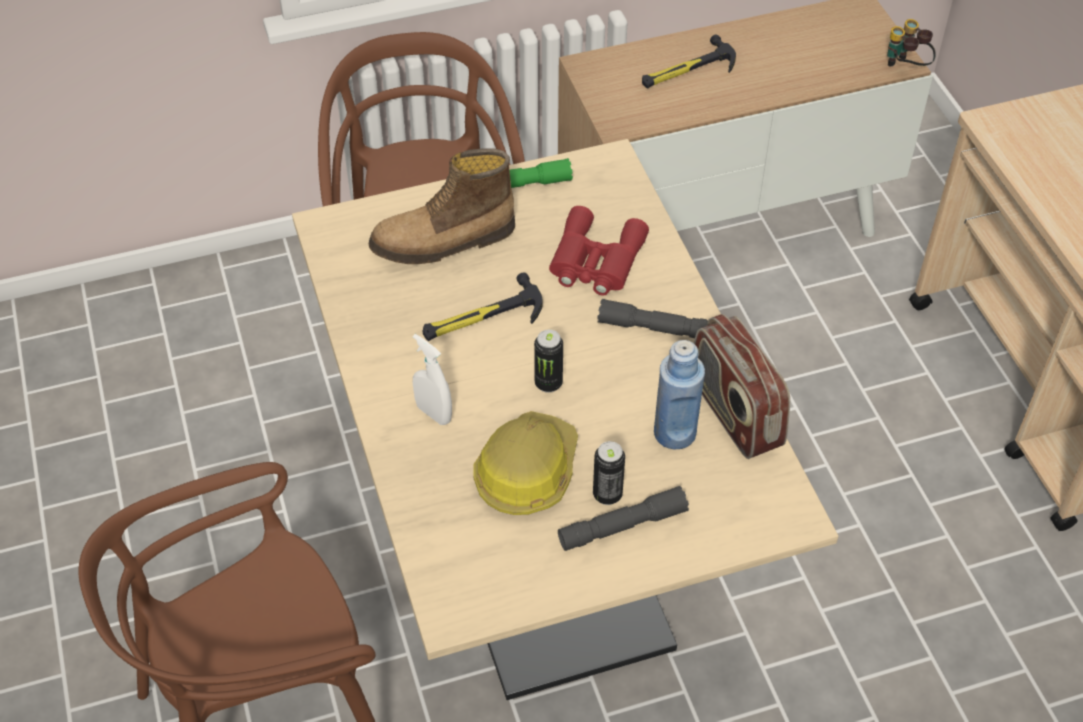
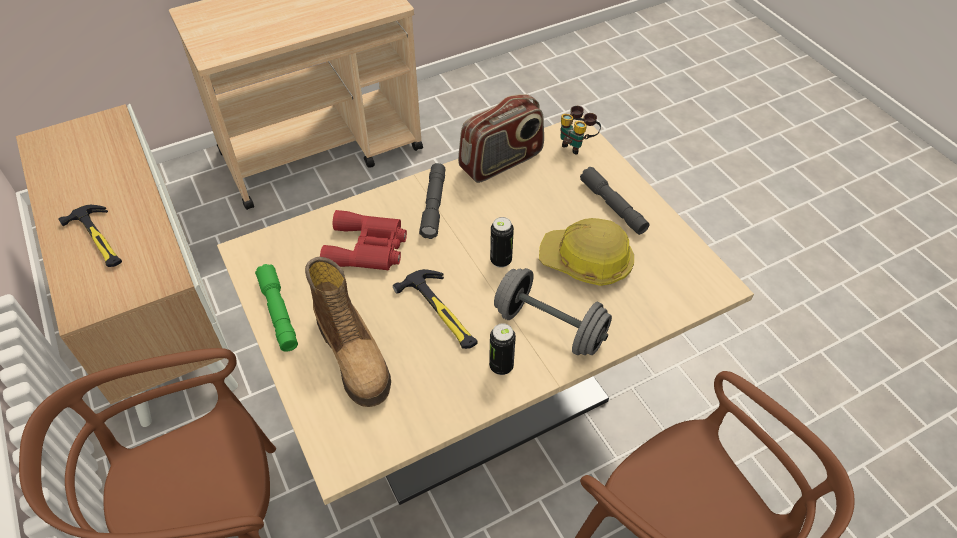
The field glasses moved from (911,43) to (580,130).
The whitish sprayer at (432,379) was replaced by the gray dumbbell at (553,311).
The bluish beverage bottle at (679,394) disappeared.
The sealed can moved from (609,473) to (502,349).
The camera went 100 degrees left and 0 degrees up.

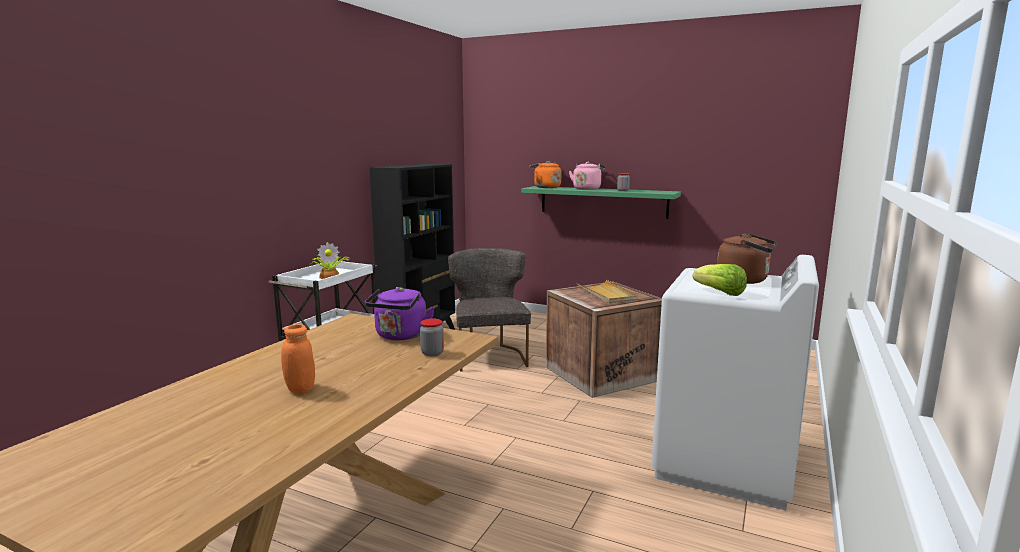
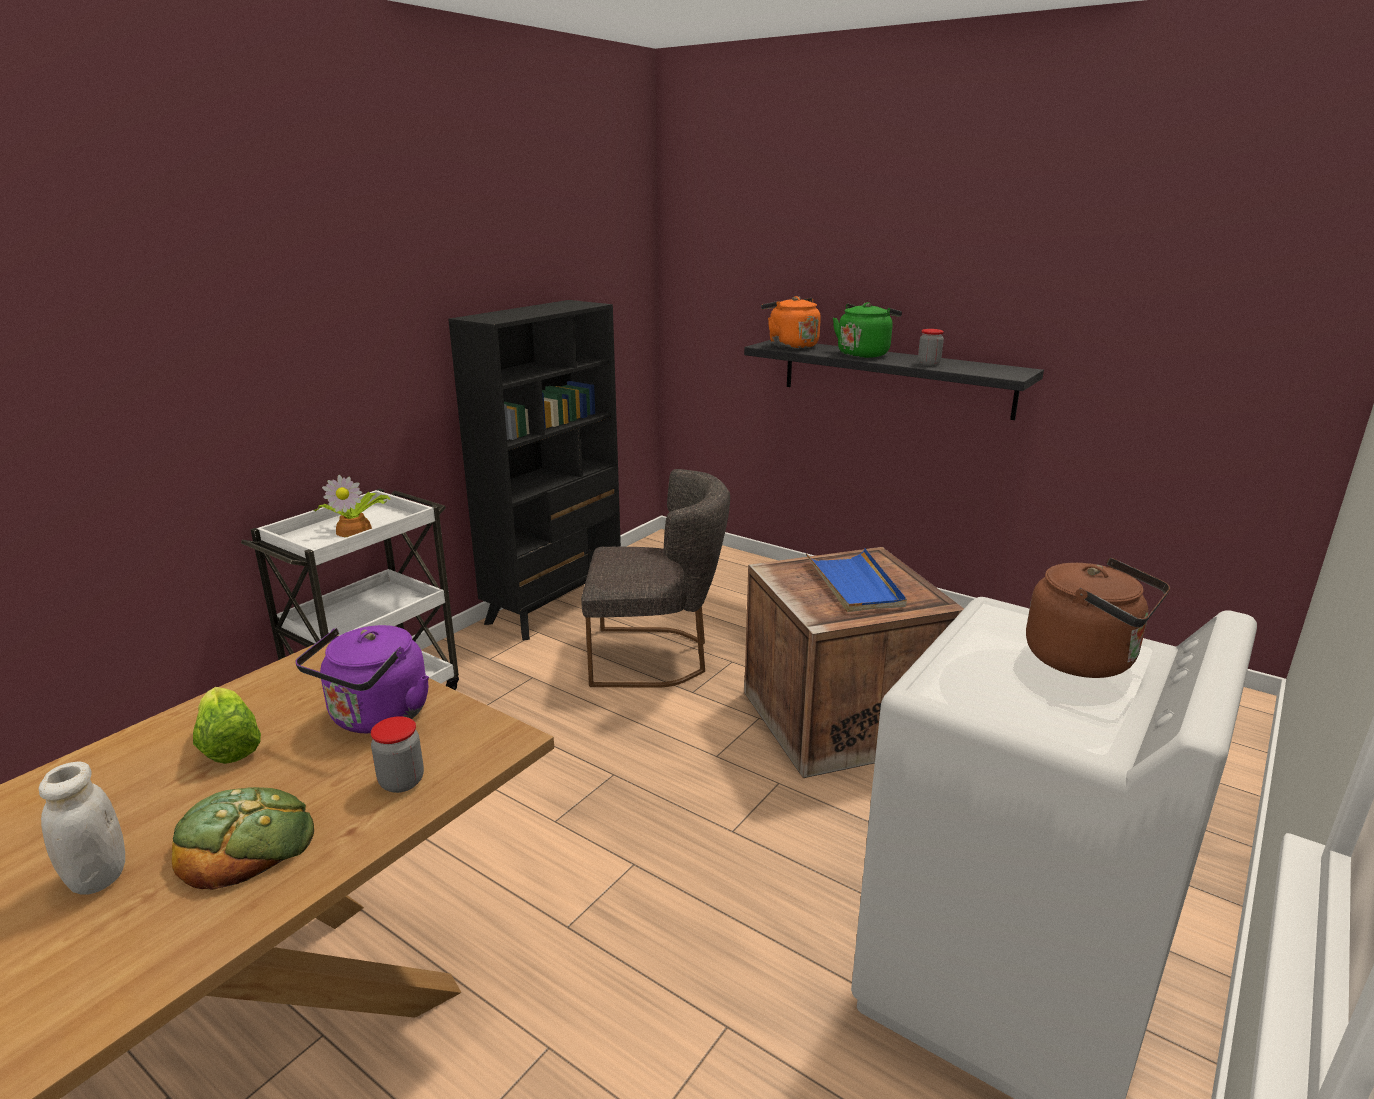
The pink-coloured tea kettle at (587,176) became the green tea kettle at (867,330).
The green wall shelf at (601,202) became the black wall shelf at (894,380).
The gray upright chair at (489,310) turned 90 degrees clockwise.
The head of lettuce moved from (720,280) to (227,725).
The sand-coloured carrying tray at (607,291) became the bluish carrying tray at (856,580).
The orange-coloured storage jar at (298,359) became the whitish storage jar at (82,828).
The baked bread at (243,838) appeared.
The camera went 10 degrees right and 10 degrees up.

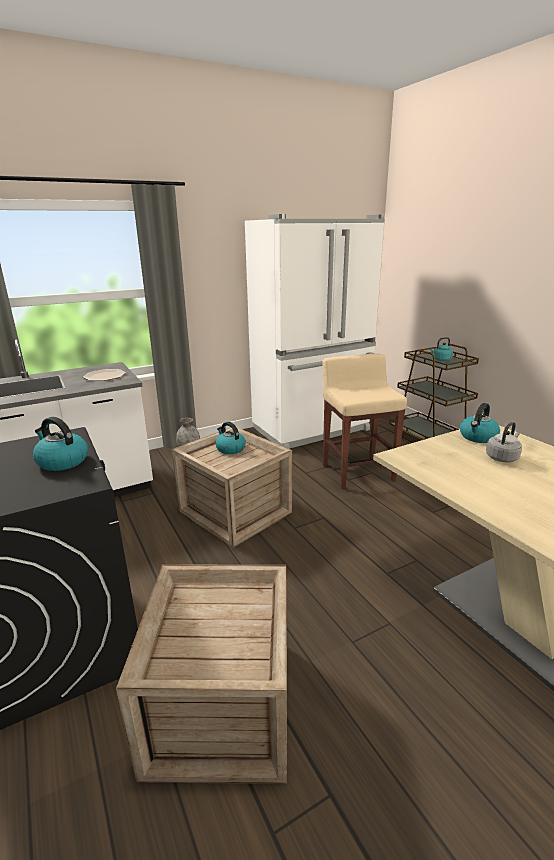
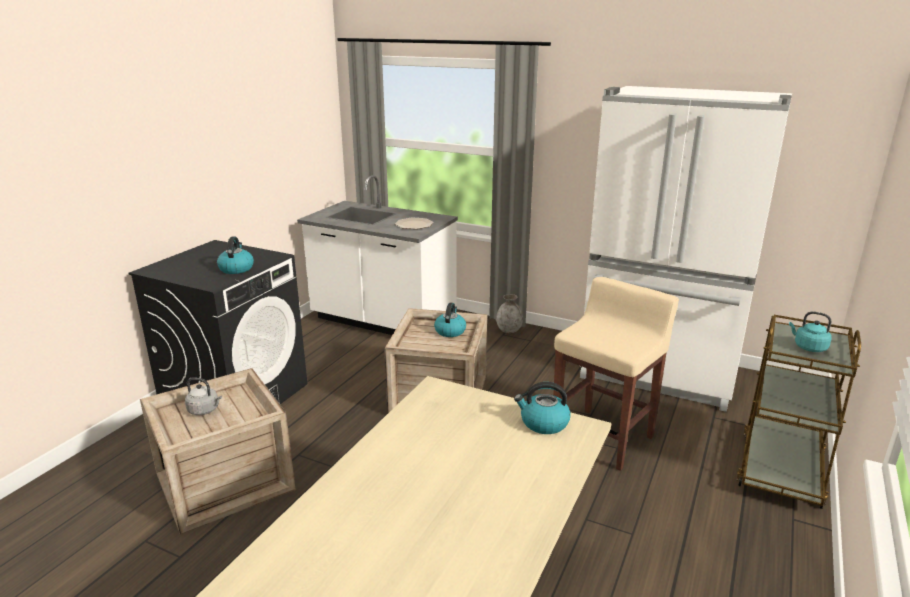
The gray tea kettle moved from (504,442) to (203,396).
The camera went 55 degrees right and 0 degrees up.

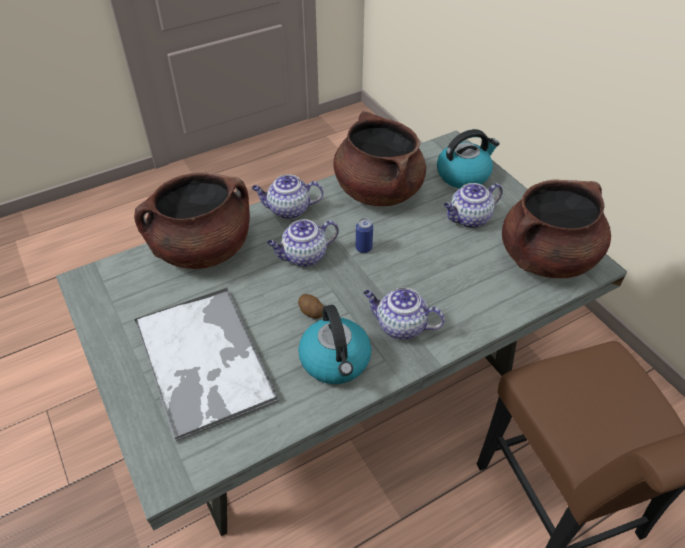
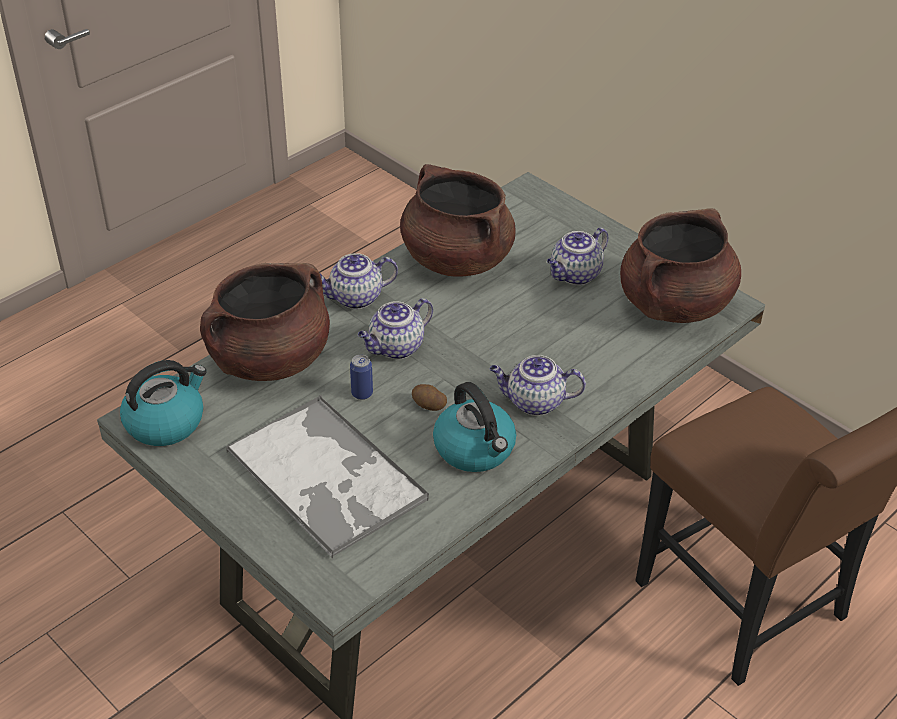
The tea kettle moved from (468,158) to (163,403).
The sealed can moved from (364,235) to (361,377).
The camera went 15 degrees left and 5 degrees down.

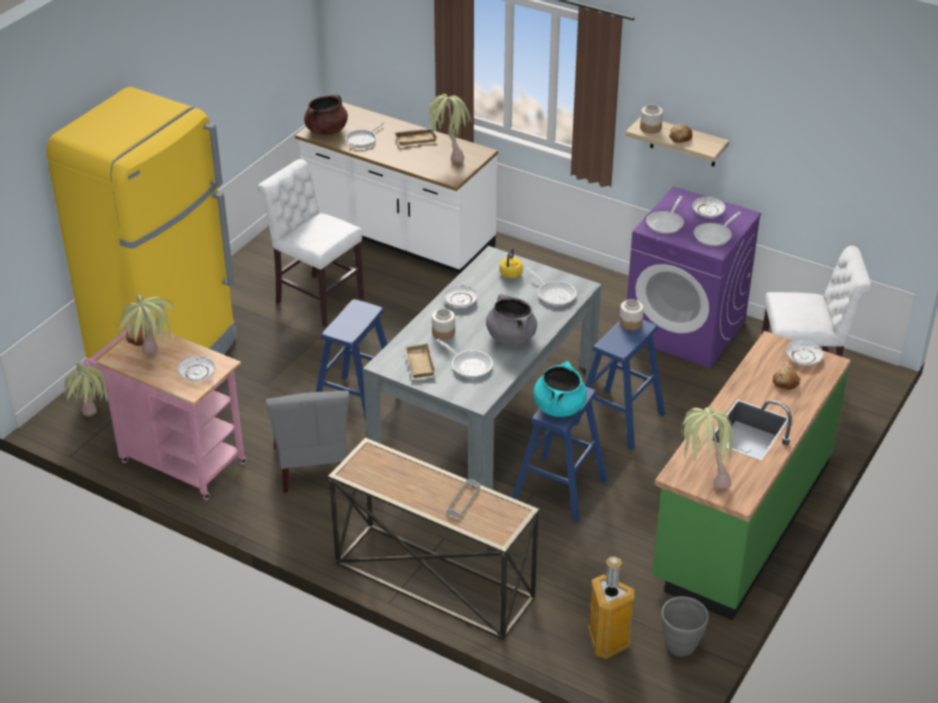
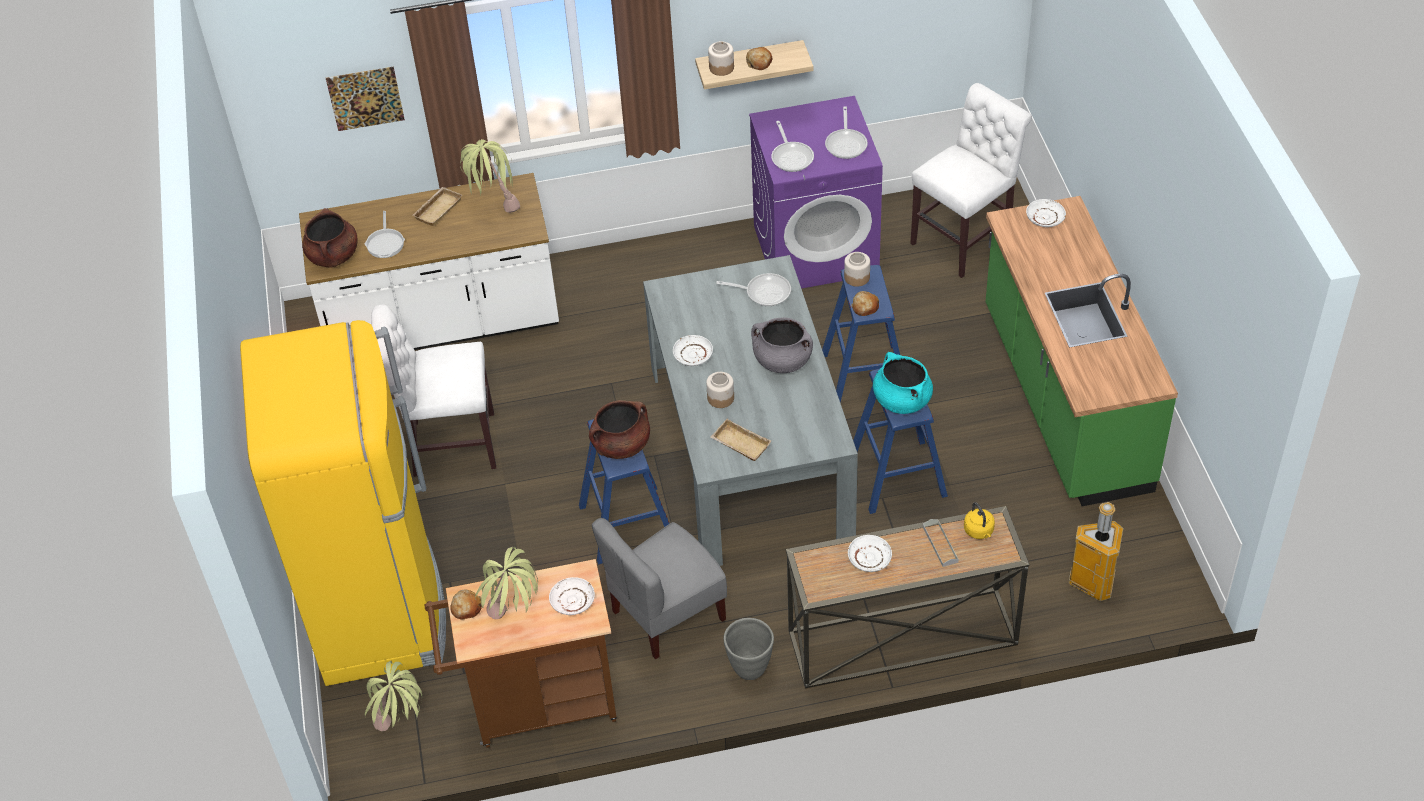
The whitish dinner plate moved from (708,207) to (870,553).
The yellow tea kettle moved from (511,263) to (979,520).
The pink-coloured trolley at (165,411) became the brown-coloured trolley at (520,653).
The frying pan at (464,358) disappeared.
The baked bread moved from (787,378) to (865,303).
The gray upright chair at (307,442) turned 105 degrees clockwise.
The houseplant at (708,448) disappeared.
The gray flower pot moved from (685,626) to (749,649).
The wall picture at (365,99) appeared.
The brown-coloured cooking pot at (619,429) appeared.
The camera went 40 degrees left and 10 degrees up.

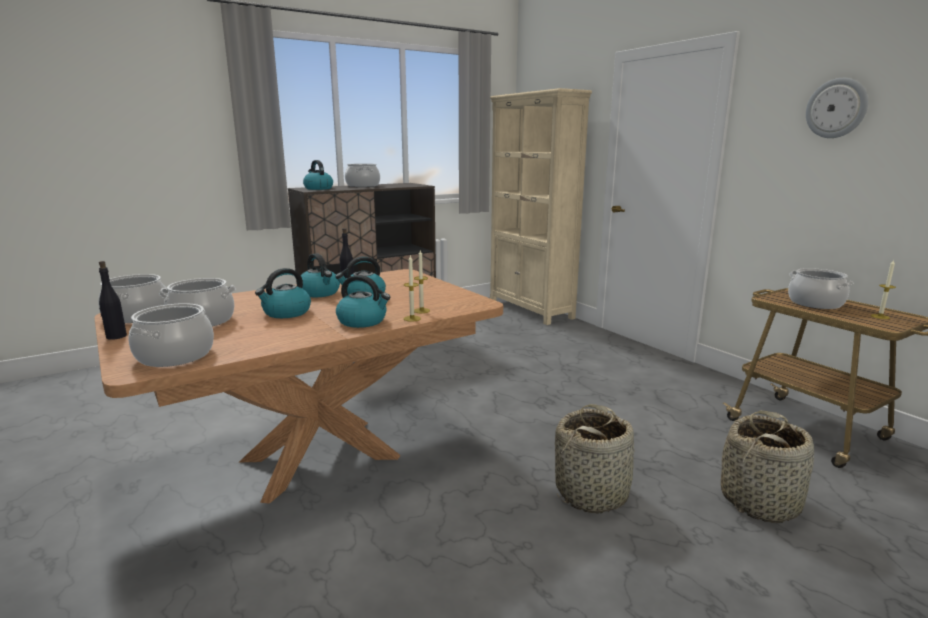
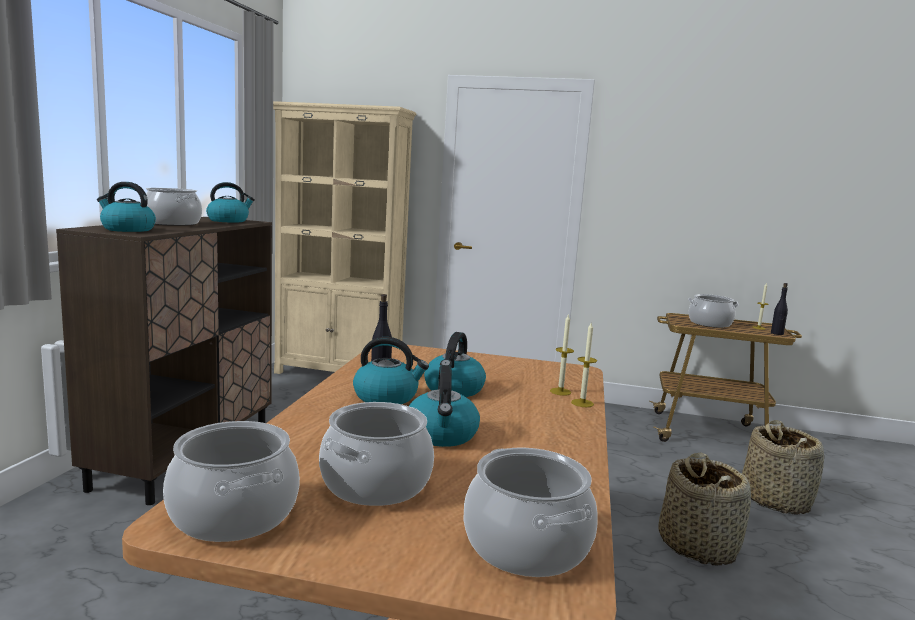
The hanging clock at (837,108) disappeared.
The black beverage bottle moved from (113,300) to (779,309).
The tea kettle moved from (363,301) to (230,202).
The camera went 45 degrees left and 5 degrees down.

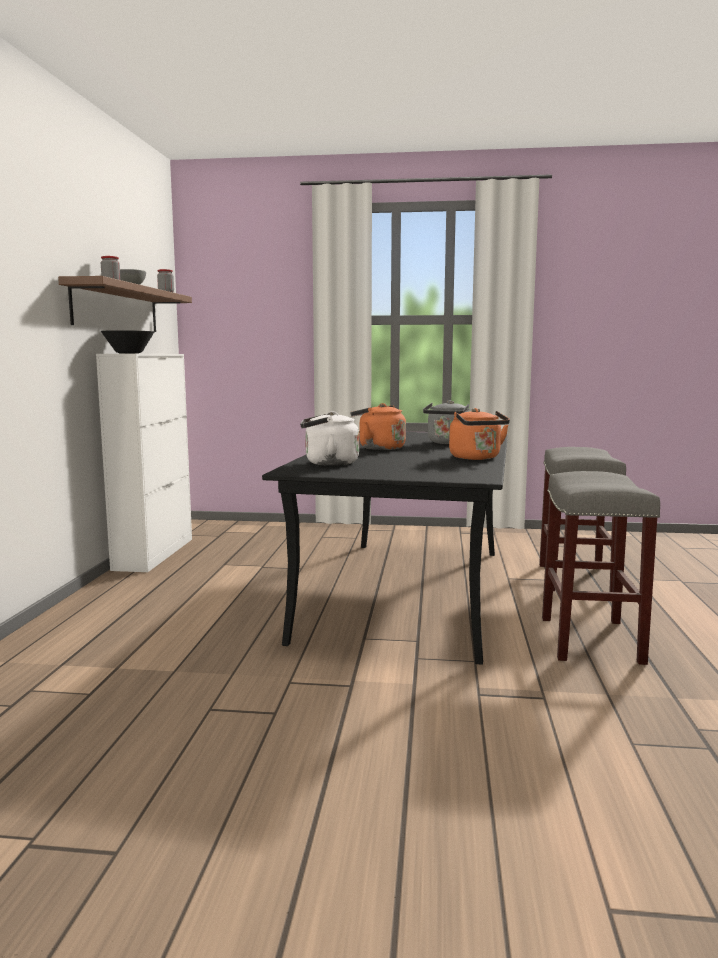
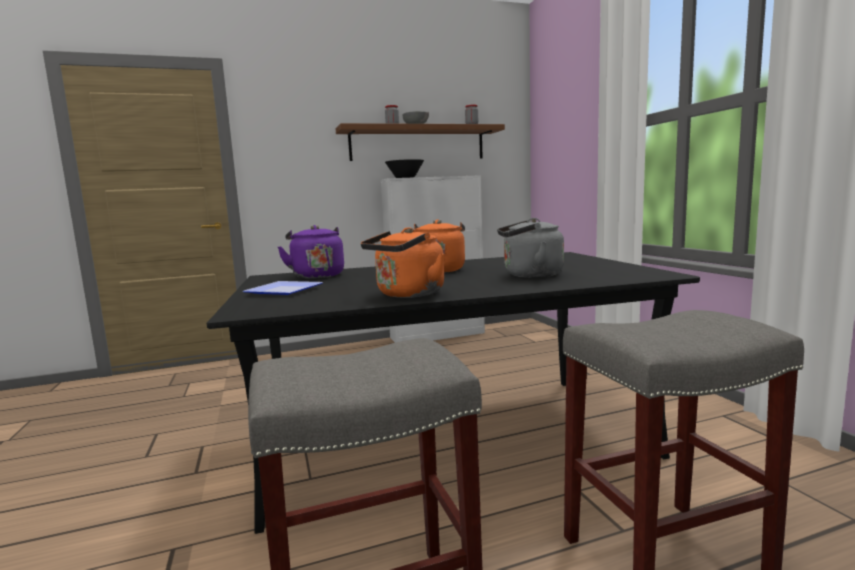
The whitish tea kettle at (329,438) became the purple-coloured tea kettle at (311,252).
The dinner plate at (283,288) appeared.
The camera went 65 degrees right and 0 degrees up.

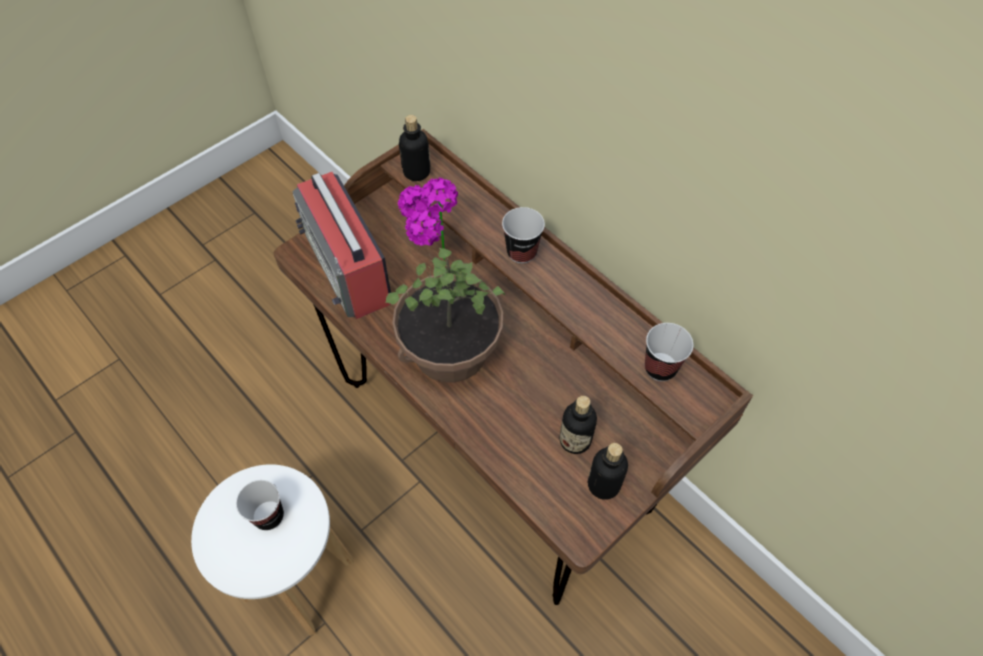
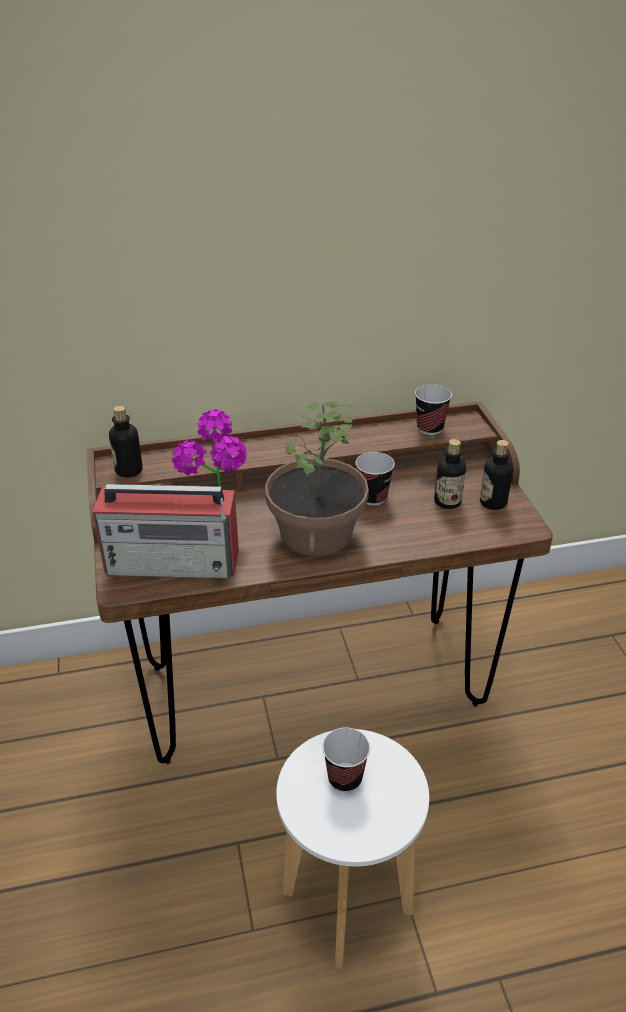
The drinking cup moved from (523,235) to (375,478).
The camera went 60 degrees left and 20 degrees down.

